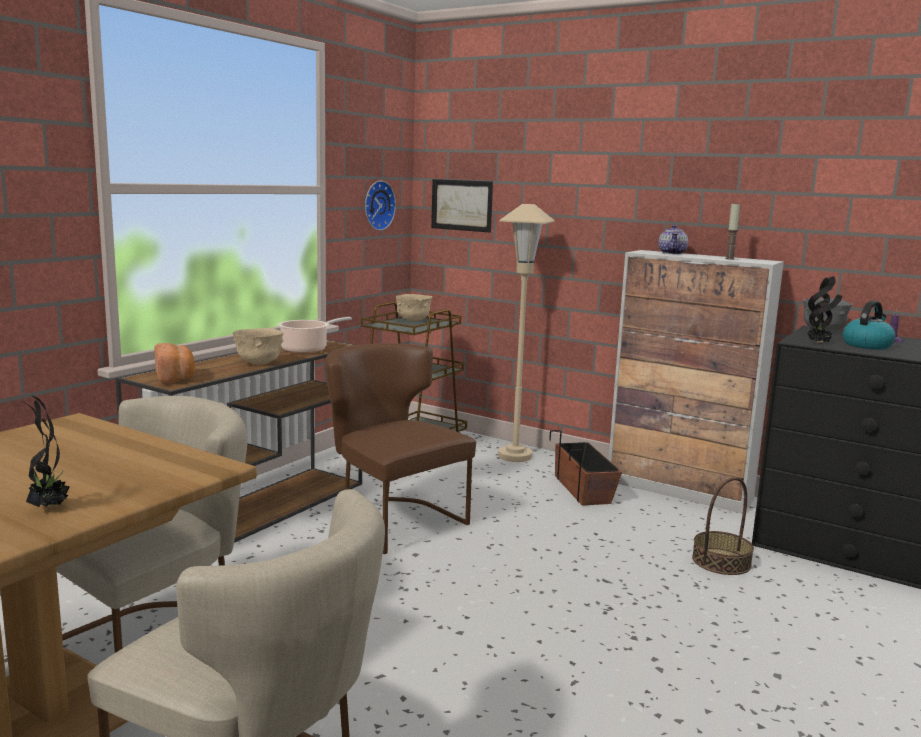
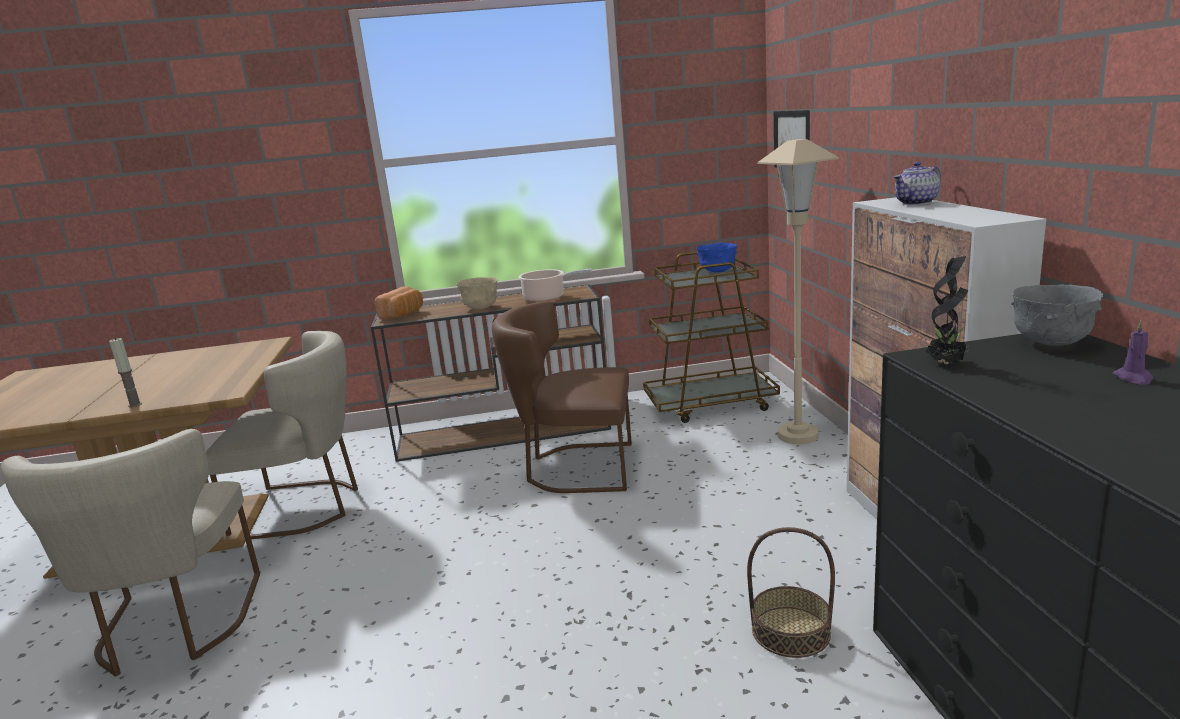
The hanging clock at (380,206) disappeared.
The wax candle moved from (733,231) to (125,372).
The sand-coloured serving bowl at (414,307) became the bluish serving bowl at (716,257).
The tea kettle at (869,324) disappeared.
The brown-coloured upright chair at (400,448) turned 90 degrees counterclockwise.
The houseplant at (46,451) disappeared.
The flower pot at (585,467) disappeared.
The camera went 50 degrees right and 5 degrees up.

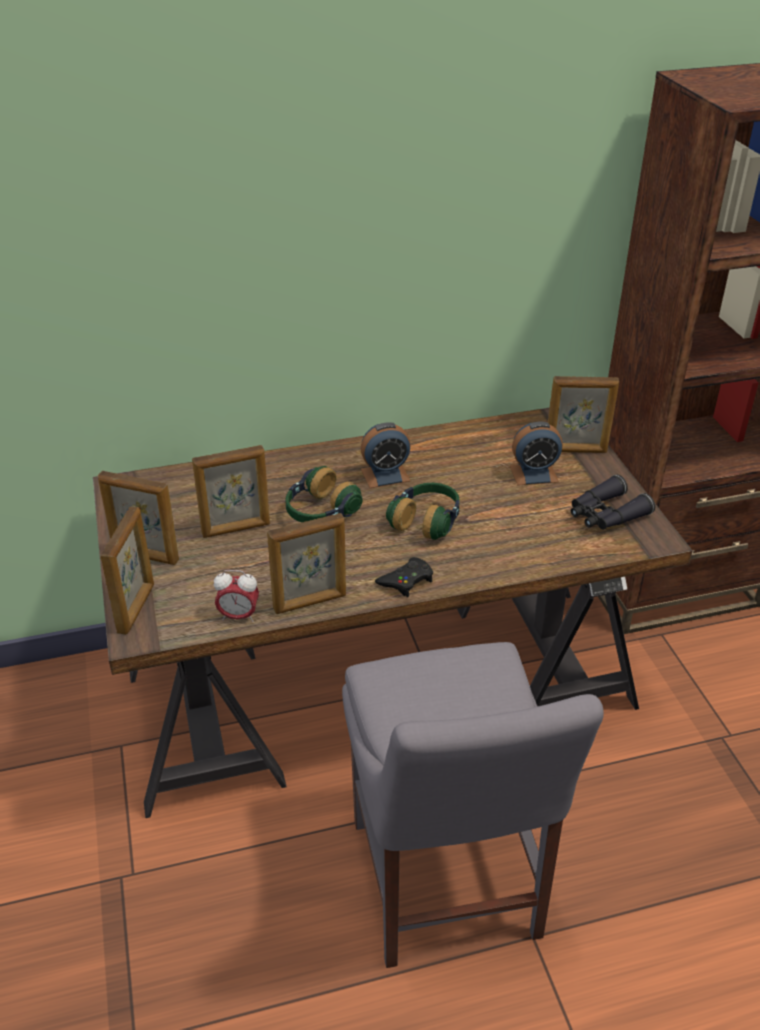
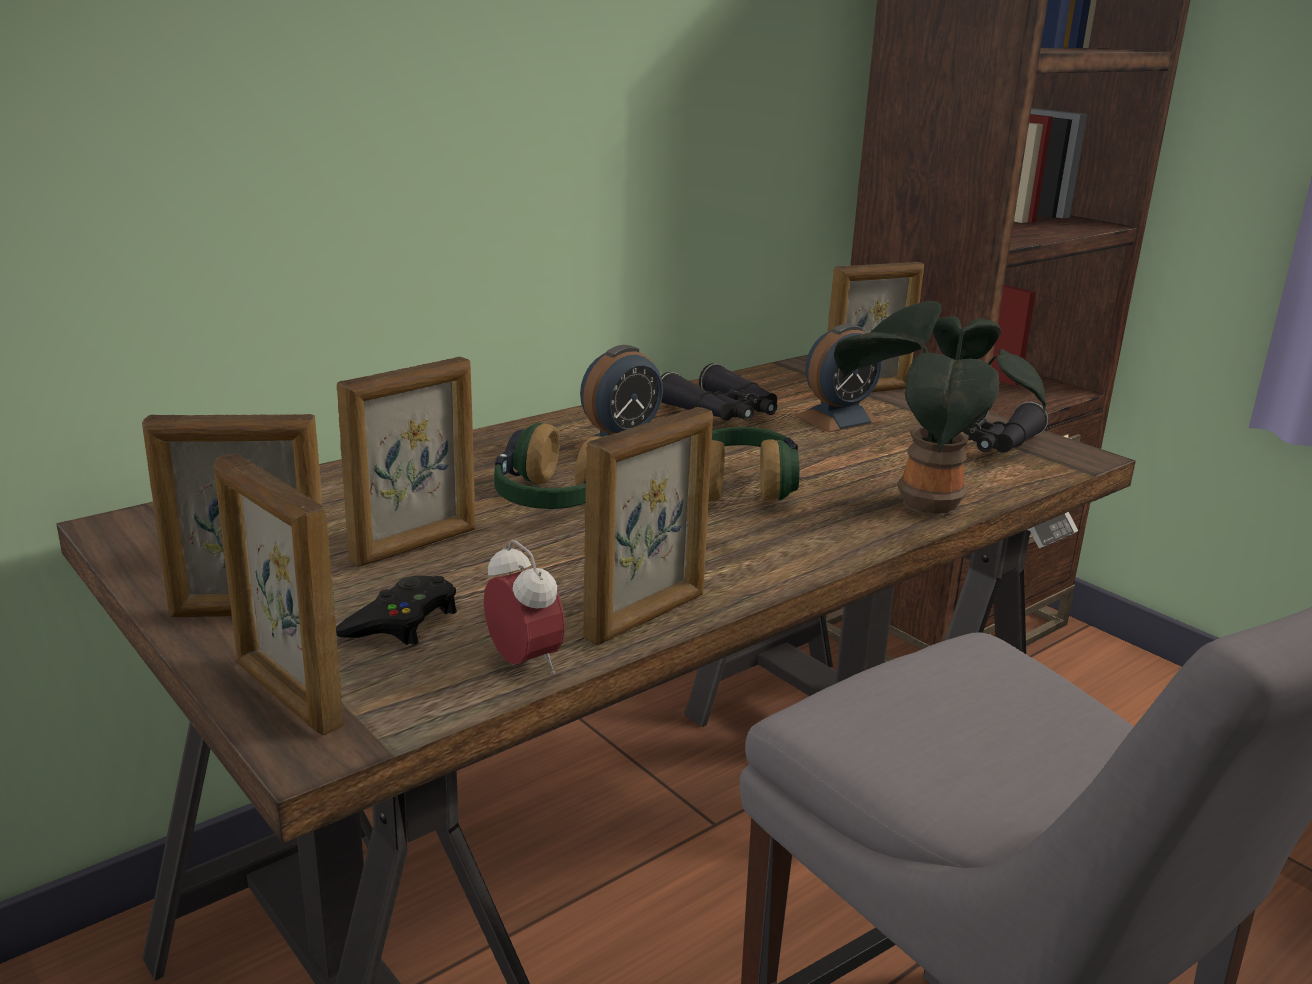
The standing frame at (127,570) turned 150 degrees clockwise.
The black game controller moved from (404,577) to (396,610).
The bedside clock at (236,596) turned 105 degrees counterclockwise.
The houseplant at (940,410) appeared.
The black field glasses at (719,392) appeared.
The camera went 25 degrees left and 15 degrees down.

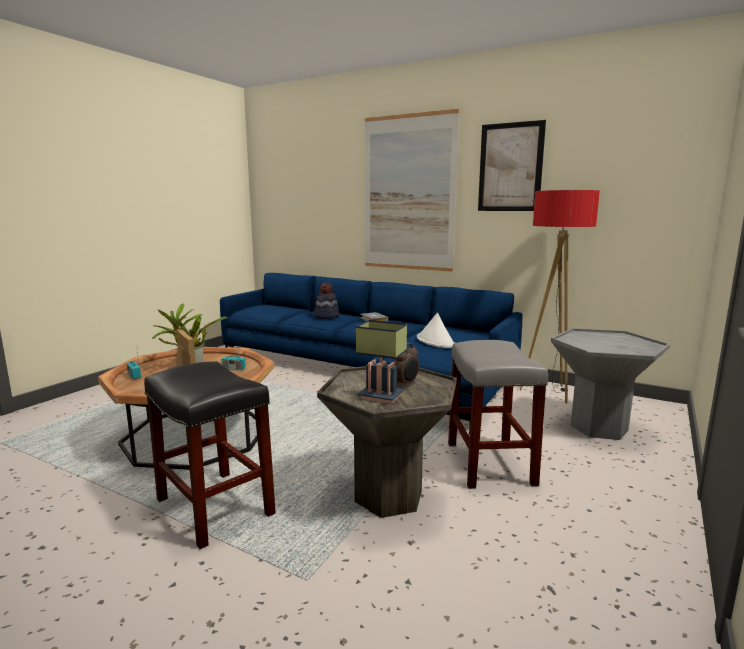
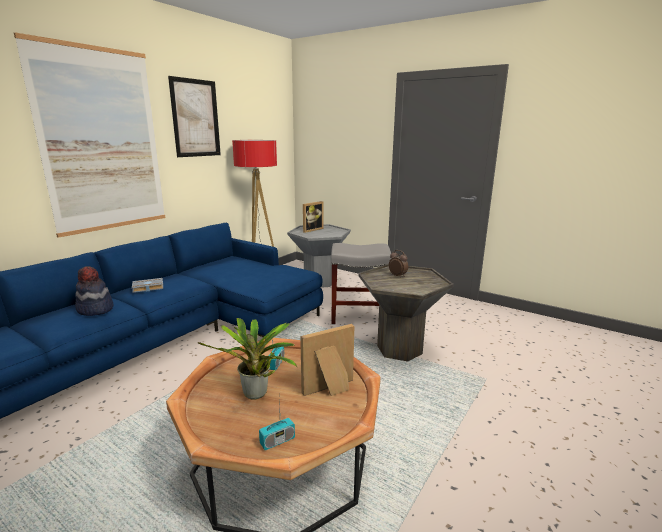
The whitish wearable hat at (436,330) disappeared.
The table lamp at (381,362) disappeared.
The black sitting stool at (210,455) disappeared.
The standing frame at (313,217) appeared.
The camera went 85 degrees left and 5 degrees up.

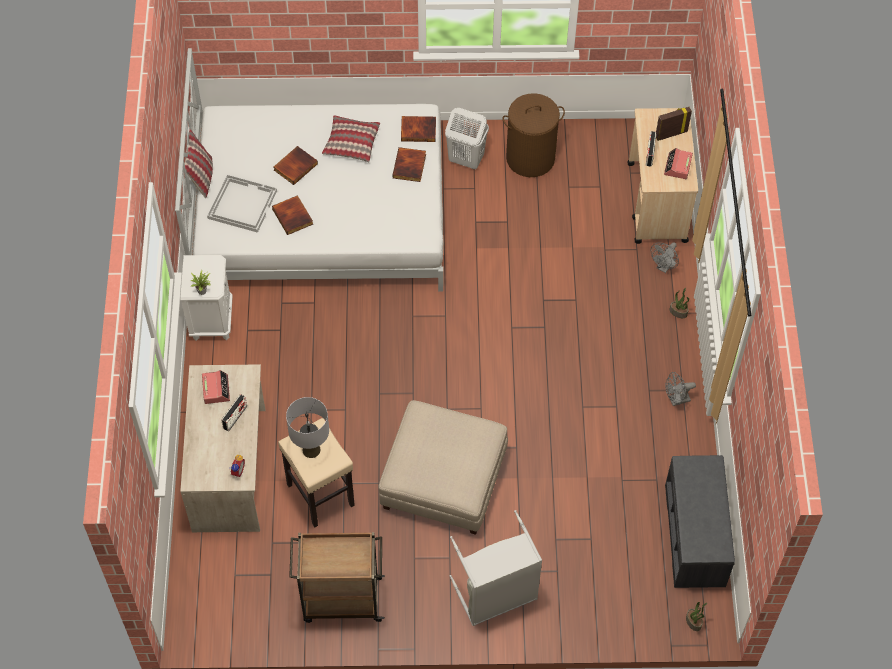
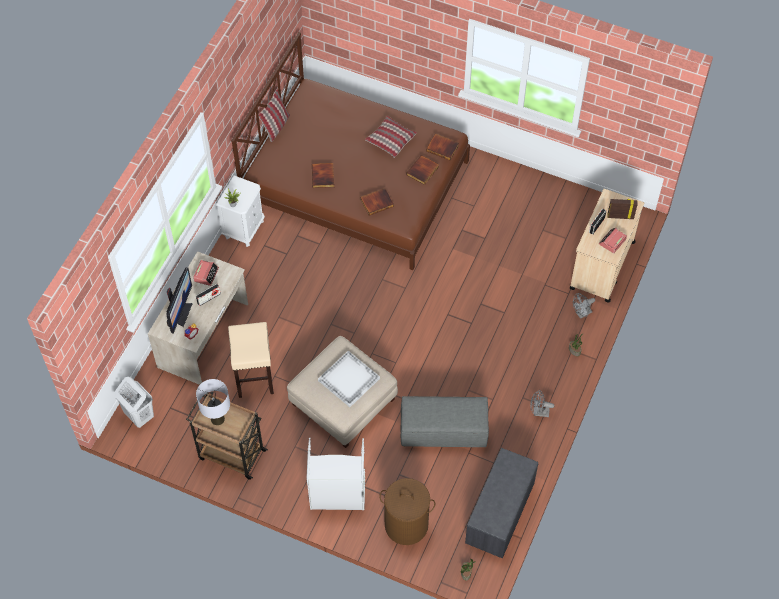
The whitish bedroom bed at (309,170) became the brown-coloured bedroom bed at (350,151).
The brown-coloured washing basket moved from (534,135) to (407,511).
The whitish washing basket moved from (467,138) to (134,402).
The volume moved from (296,165) to (377,202).
The whitish carrying tray moved from (242,203) to (349,379).
The gray table lamp moved from (307,427) to (213,402).
The monitor at (180,300) appeared.
The gray ottoman at (444,421) appeared.
The camera went 25 degrees right and 0 degrees up.

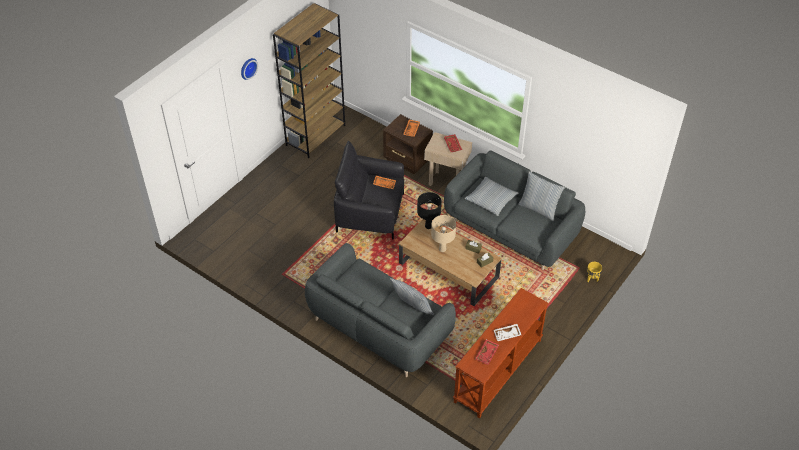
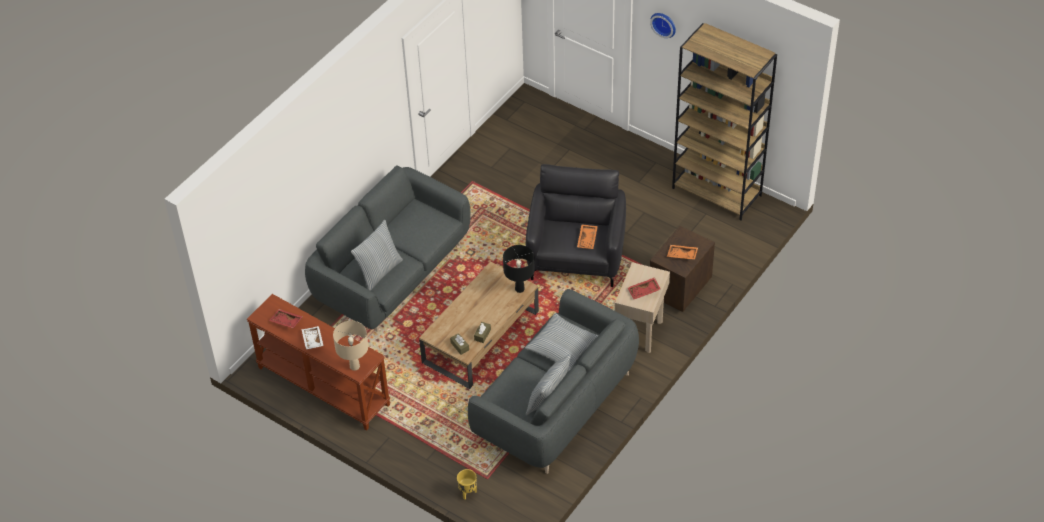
The sand-coloured table lamp moved from (443,233) to (350,346).
The camera went 90 degrees right and 0 degrees up.

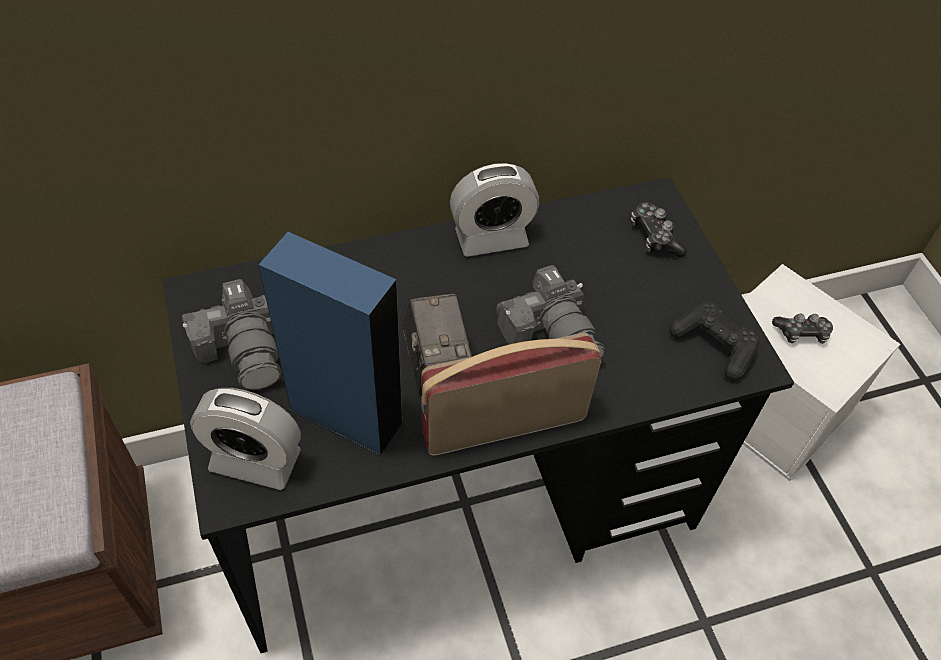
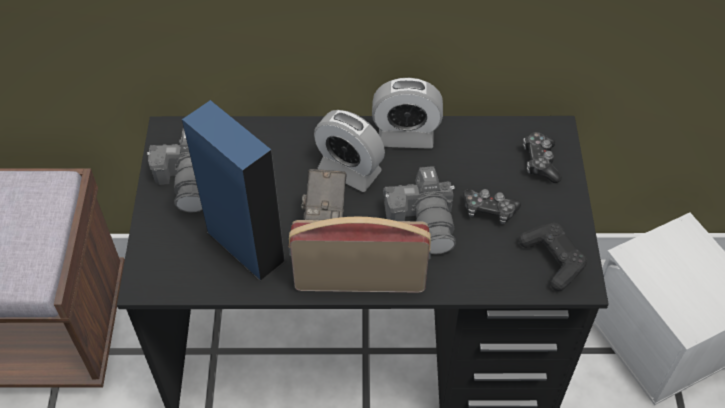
The game controller moved from (802,328) to (492,206).
The bedside clock moved from (245,439) to (349,151).
The camera went 20 degrees right and 0 degrees up.

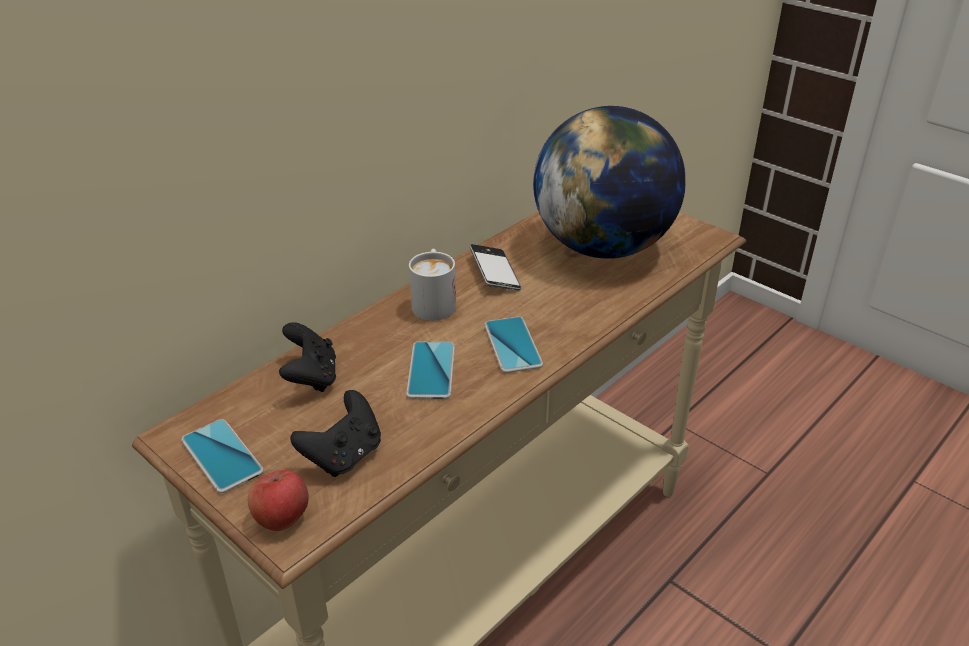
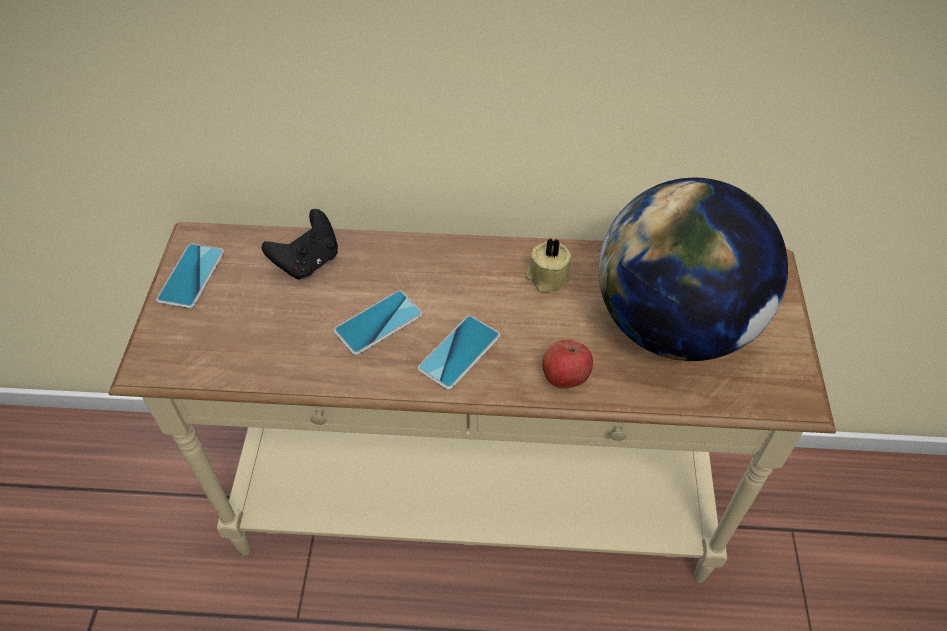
The phone at (495,267) was replaced by the sand-coloured wax candle at (548,265).
The whitish tea mug at (432,285) disappeared.
The black game controller at (335,433) disappeared.
The apple moved from (278,500) to (567,364).
The camera went 50 degrees right and 15 degrees up.

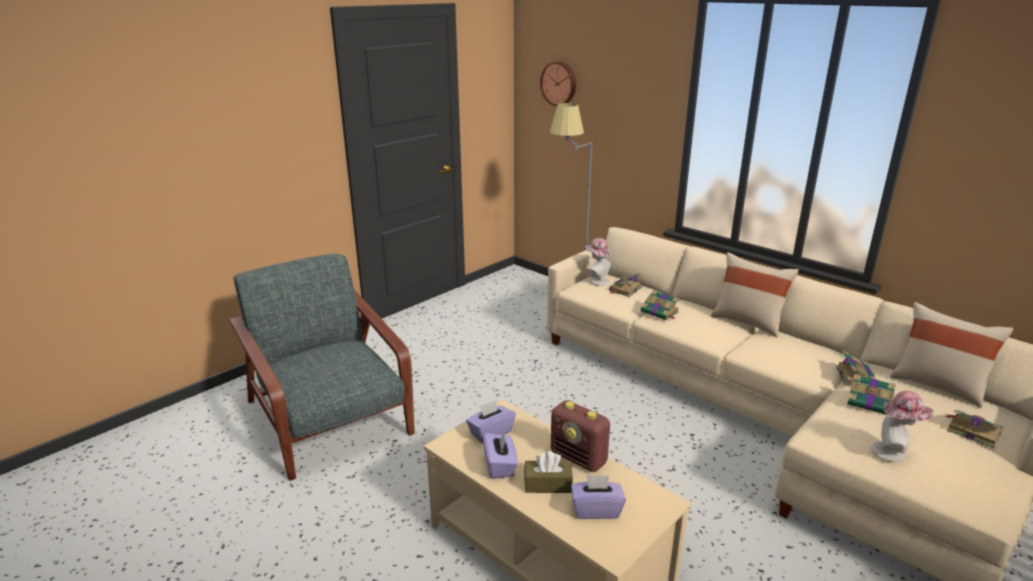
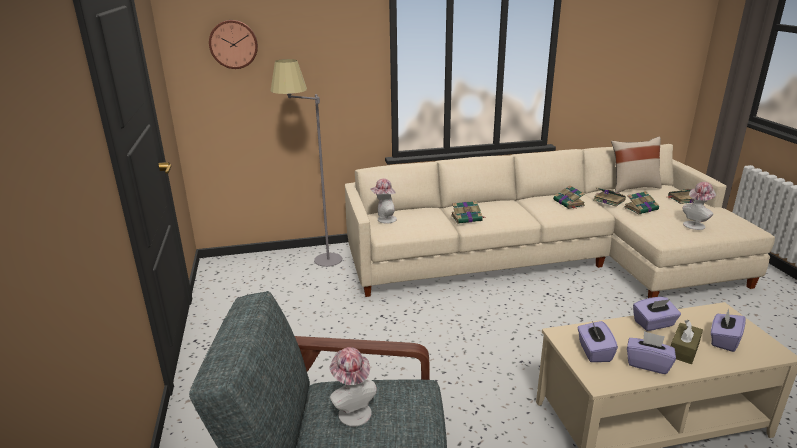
The sand-coloured throw pillow at (755,294) disappeared.
The volume moved from (625,285) to (569,197).
The radio at (580,436) was replaced by the purple-coloured box of tissues at (657,314).
The wearable hat at (353,386) appeared.
The camera went 55 degrees left and 0 degrees up.

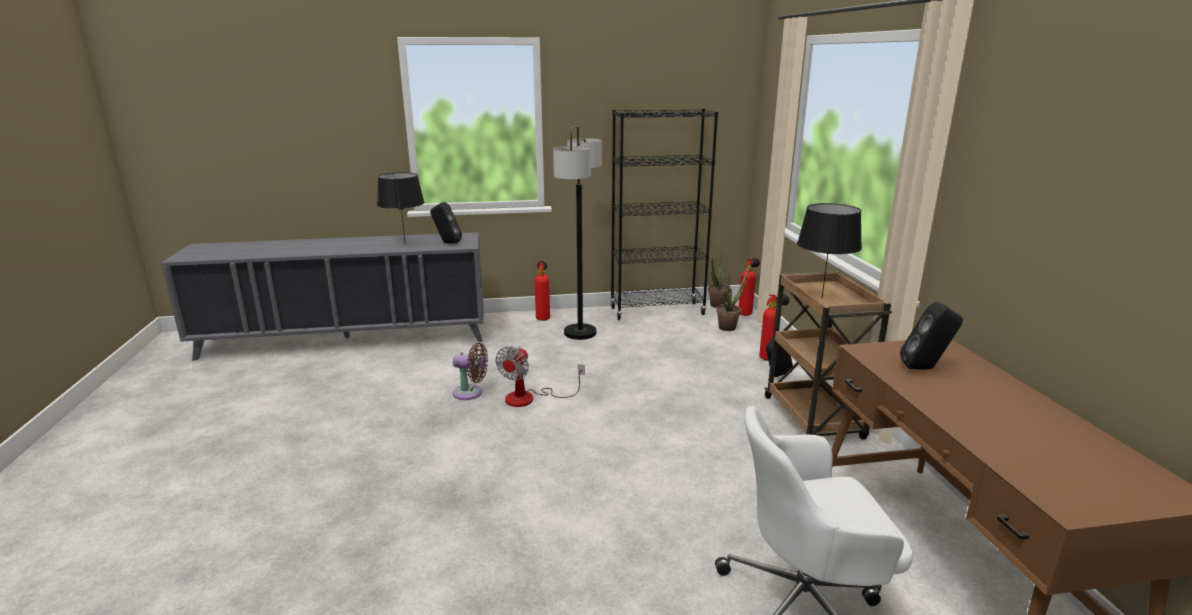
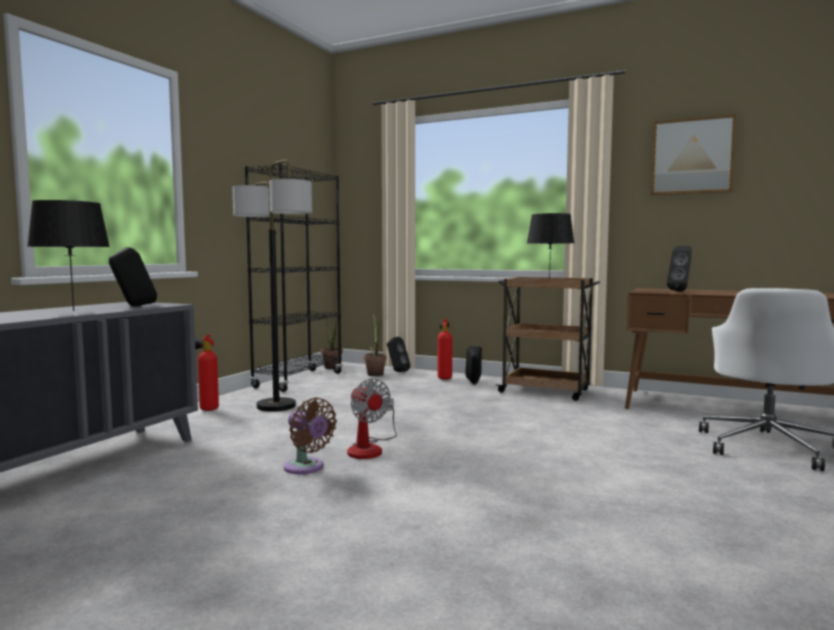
The fire extinguisher at (749,287) disappeared.
The brown-coloured electric fan at (470,371) turned 90 degrees clockwise.
The wall picture at (694,154) appeared.
The black speaker at (399,354) appeared.
The camera went 55 degrees left and 15 degrees down.

